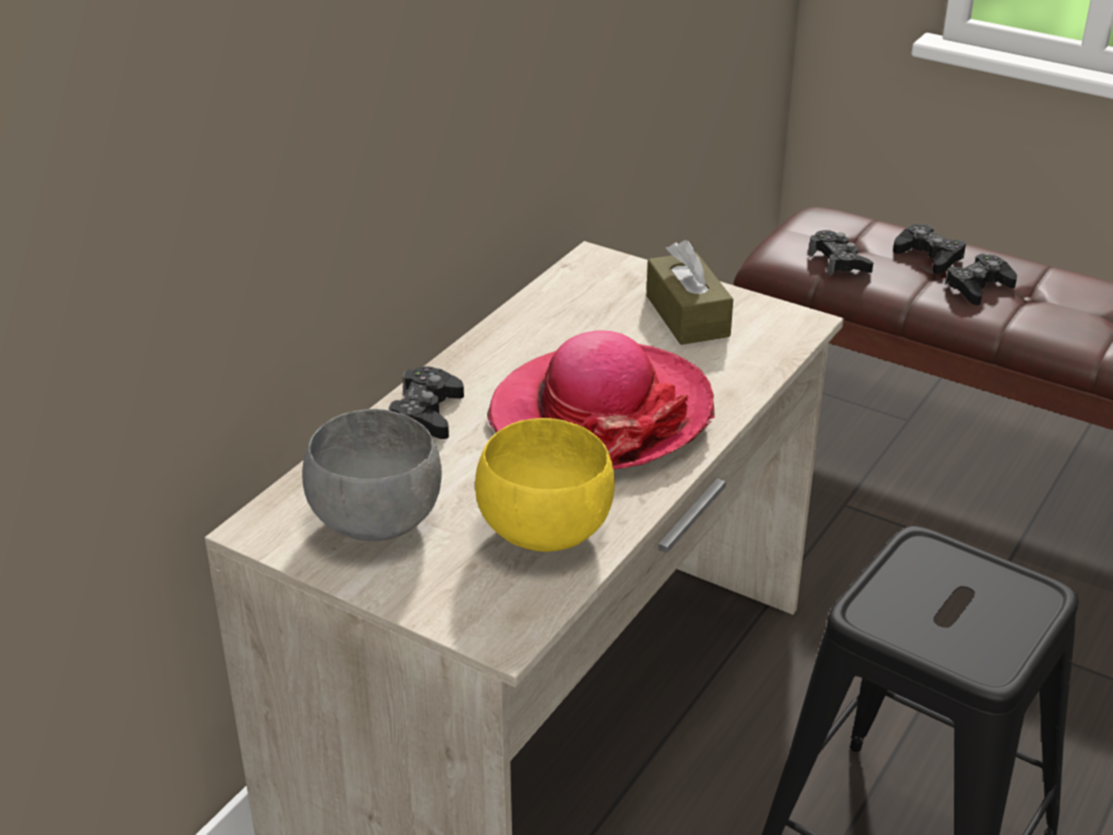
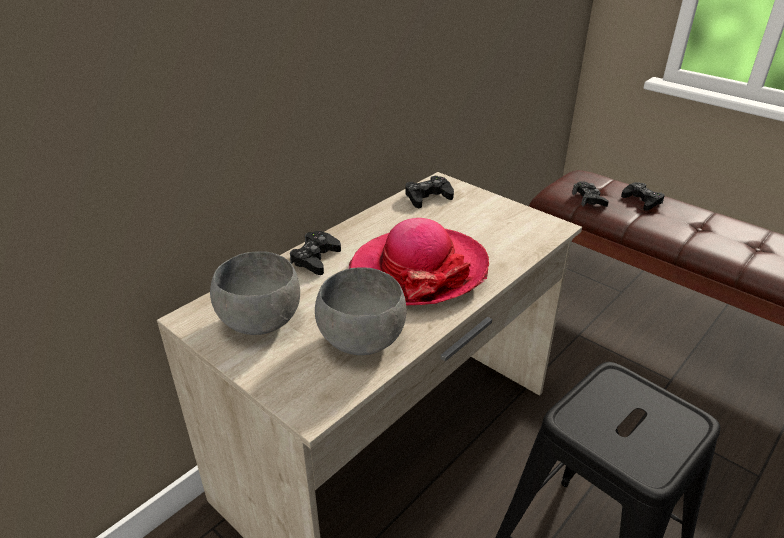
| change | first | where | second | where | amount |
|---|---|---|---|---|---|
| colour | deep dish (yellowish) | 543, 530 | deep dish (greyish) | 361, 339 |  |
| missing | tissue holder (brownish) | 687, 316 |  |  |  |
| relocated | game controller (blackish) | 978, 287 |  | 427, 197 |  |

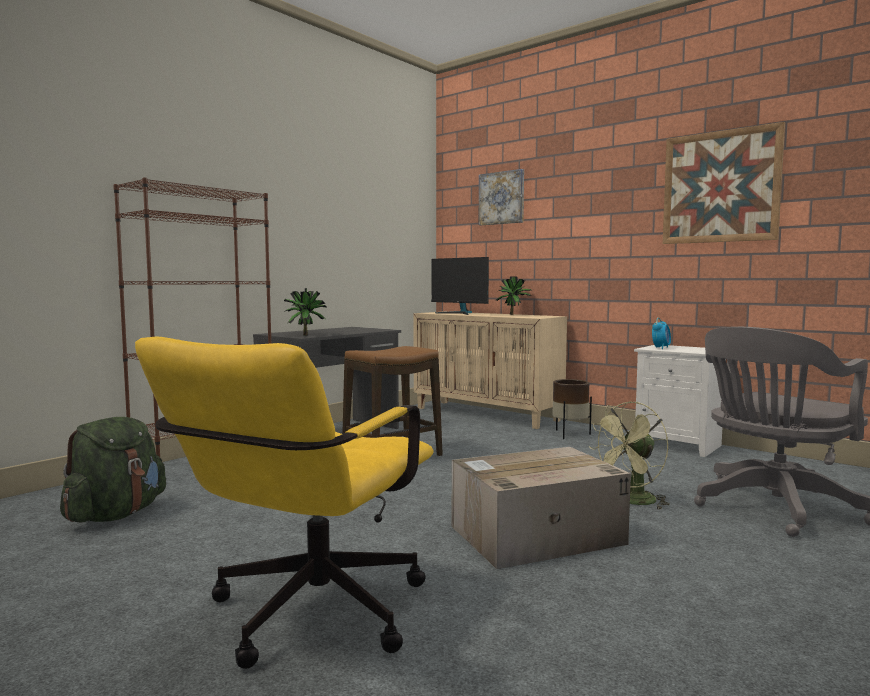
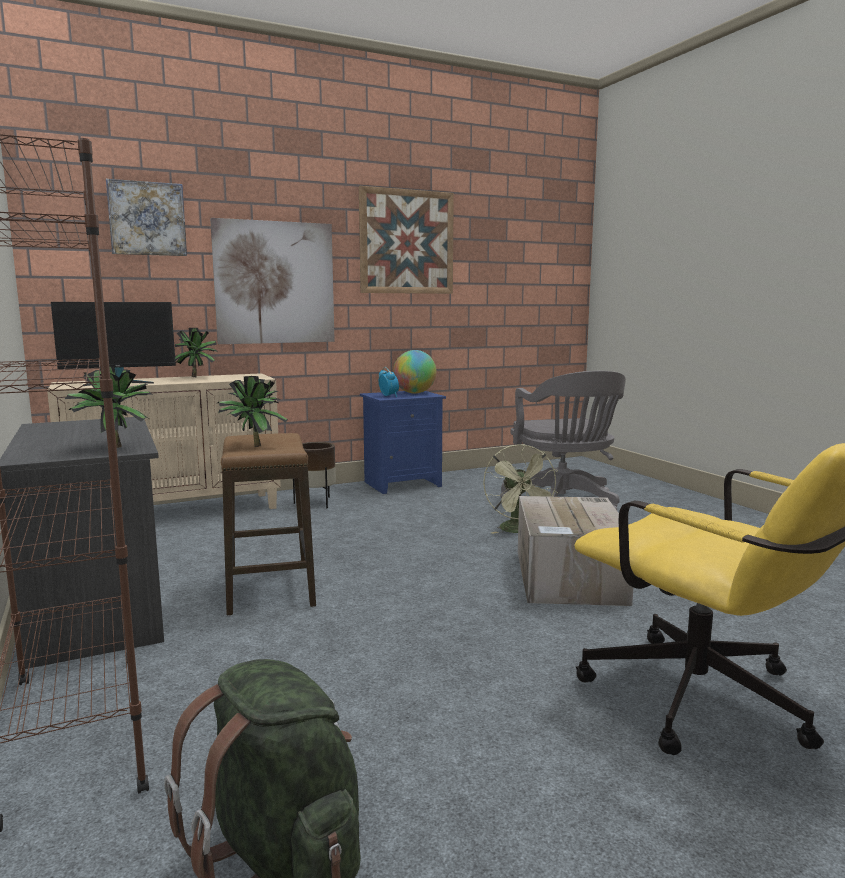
| change | first | where | second | where | amount |
|---|---|---|---|---|---|
| colour | bedside table (white) | 679, 445 | bedside table (blue) | 403, 483 |  |
| appeared |  |  | picture | 275, 283 |  |
| appeared |  |  | plant in a pot | 252, 446 |  |
| appeared |  |  | globe | 414, 393 |  |

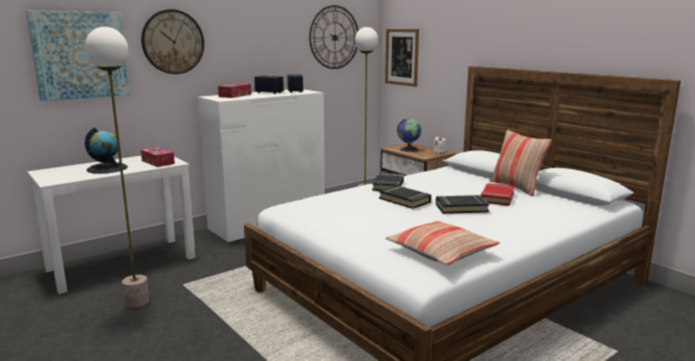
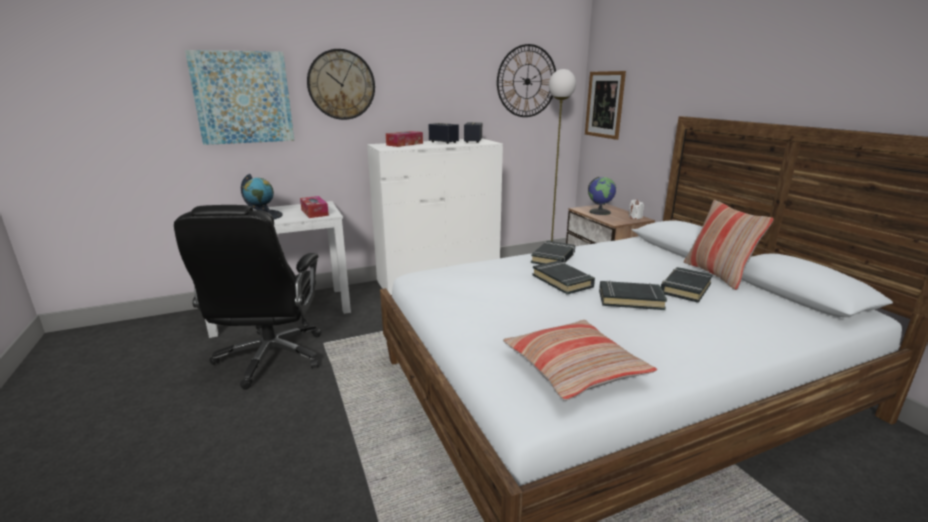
| change | first | where | second | where | amount |
|---|---|---|---|---|---|
| exchanged | standard lamp | 136, 302 | office chair (blackish) | 270, 358 |  |
| colour | bound book (red-coloured) | 497, 198 | bound book (blackish) | 685, 288 |  |

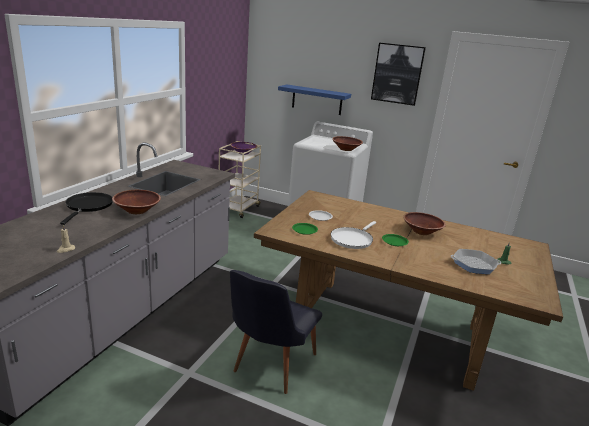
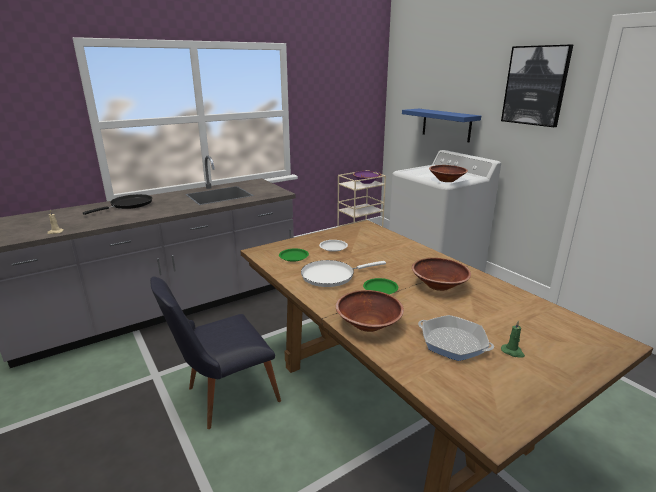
| change | first | where | second | where | amount |
|---|---|---|---|---|---|
| relocated | deep dish (brownish) | 137, 210 |  | 368, 324 |  |

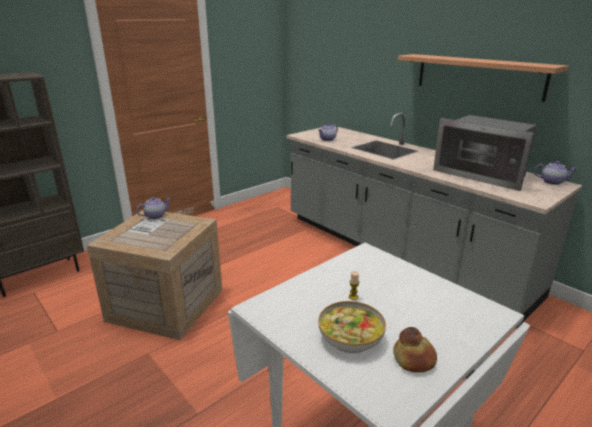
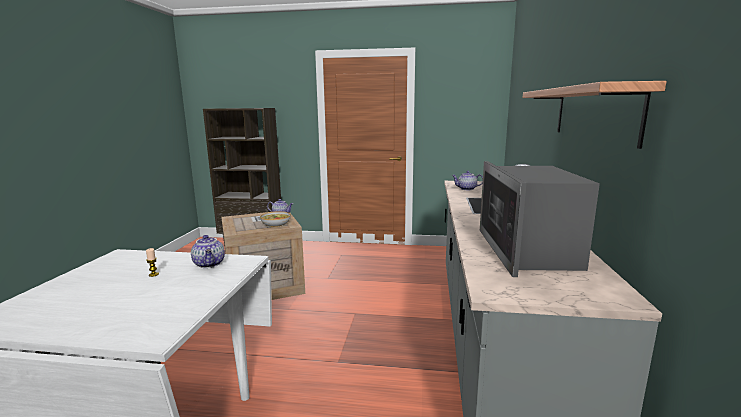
| change | first | where | second | where | amount |
|---|---|---|---|---|---|
| relocated | deep dish | 351, 338 |  | 276, 224 |  |
| missing | bakery bread | 414, 359 |  |  |  |
| relocated | tea pot | 552, 182 |  | 210, 264 |  |

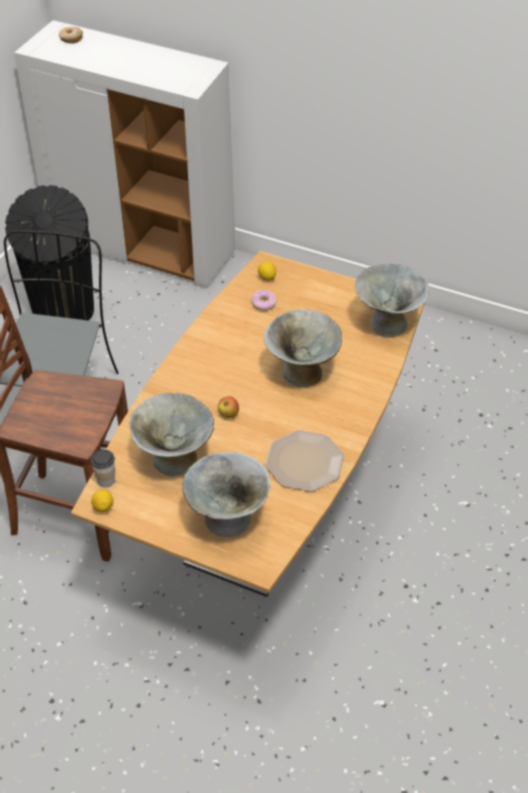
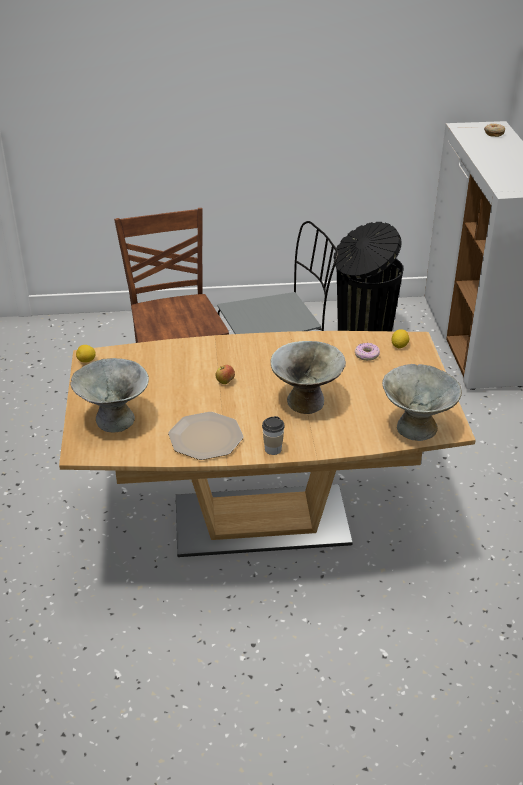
| change | first | where | second | where | amount |
|---|---|---|---|---|---|
| relocated | small cup | 106, 480 |  | 273, 449 |  |
| missing | deep dish (greyish) | 174, 459 |  |  |  |

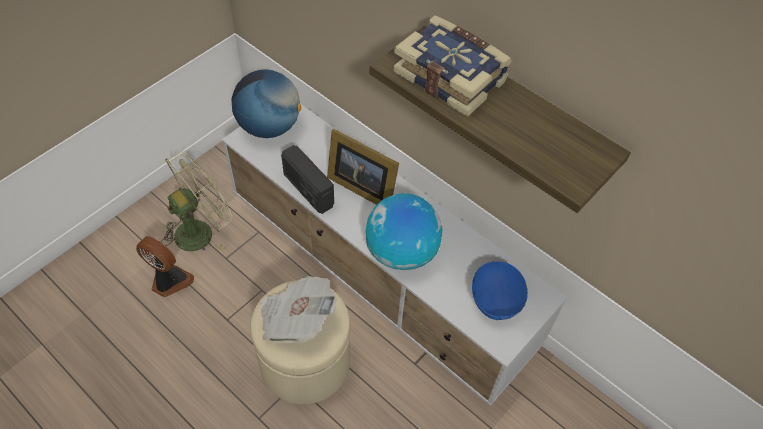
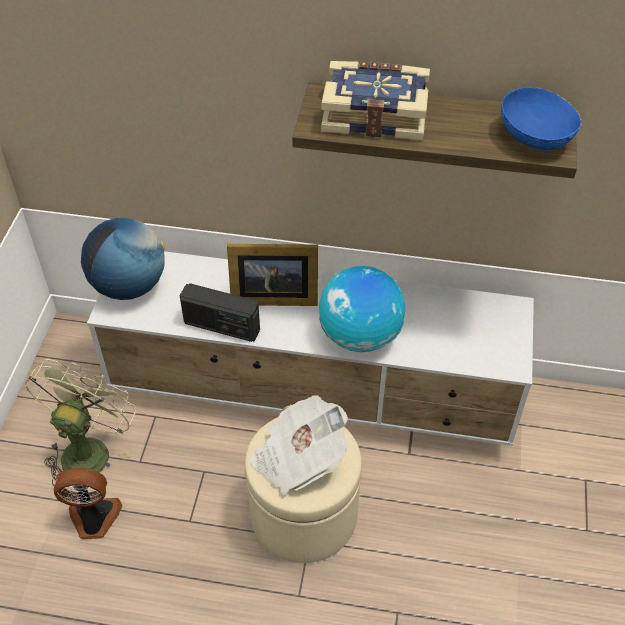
| change | first | where | second | where | amount |
|---|---|---|---|---|---|
| relocated | deep dish (blue) | 496, 300 |  | 536, 138 |  |

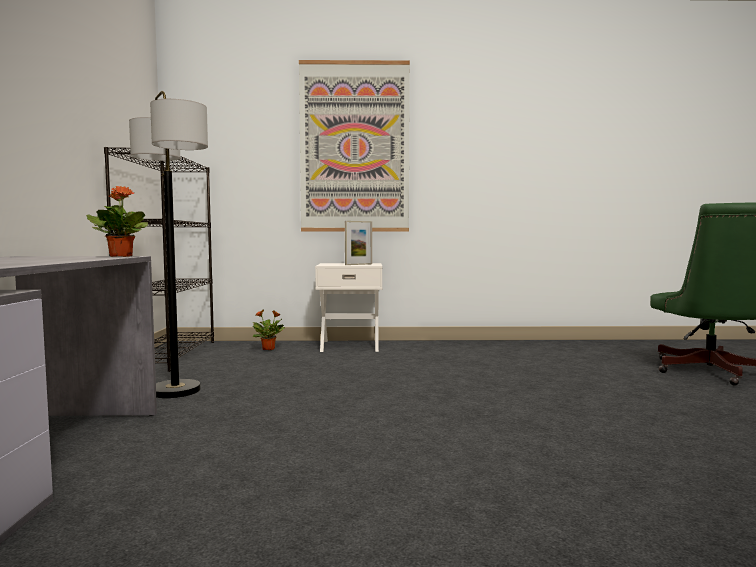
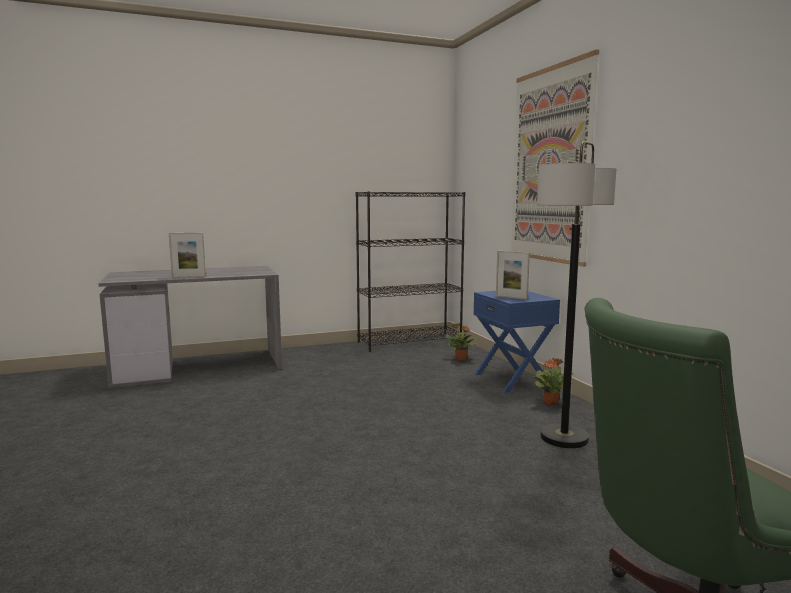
| change | first | where | second | where | amount |
|---|---|---|---|---|---|
| relocated | plant in a pot | 121, 256 |  | 551, 402 |  |
| relocated | standard lamp | 175, 391 |  | 563, 438 |  |
| colour | bedside table (white) | 350, 345 | bedside table (blue) | 513, 379 |  |
| appeared |  |  | standing frame | 188, 277 |  |

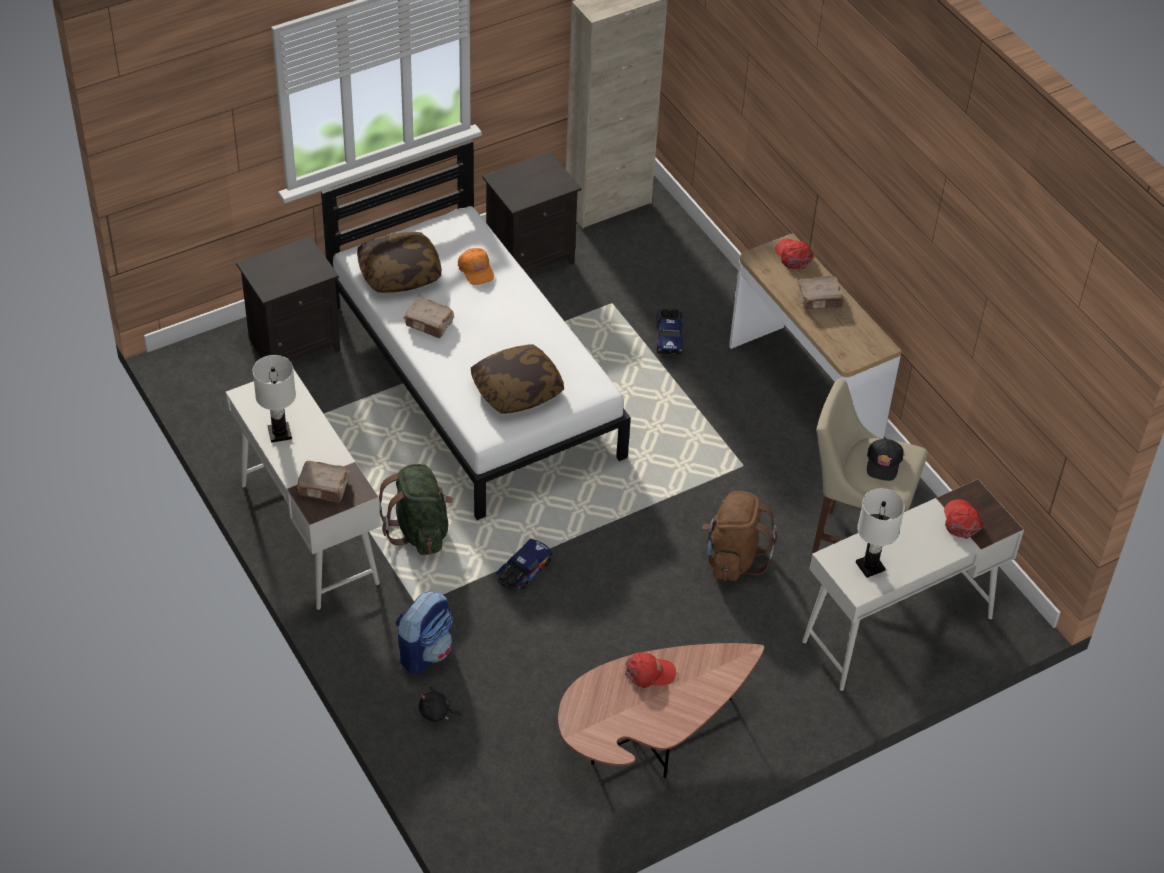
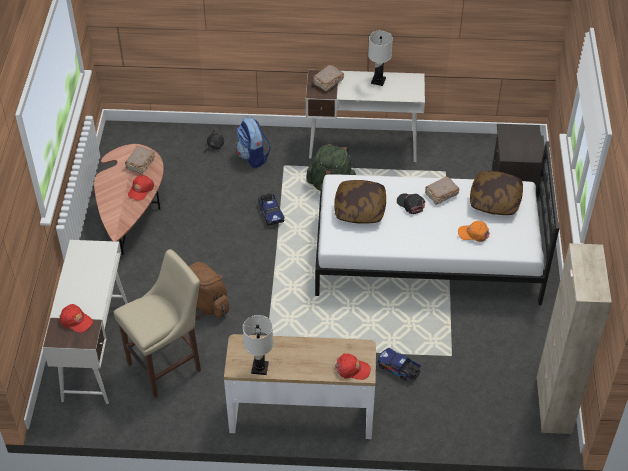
| change | first | where | second | where | amount |
|---|---|---|---|---|---|
| missing | bedside table (blackish) | 530, 256 |  |  |  |
| relocated | bound book (brownish) | 819, 299 |  | 140, 164 |  |
| relocated | tabletop lamp (white) | 869, 566 |  | 260, 368 |  |
| relocated | cap (blackish) | 883, 463 |  | 410, 204 |  |

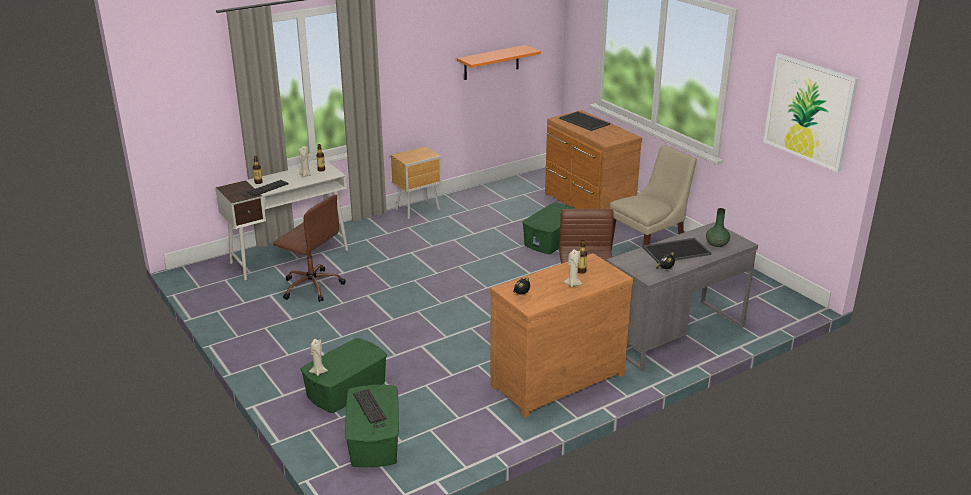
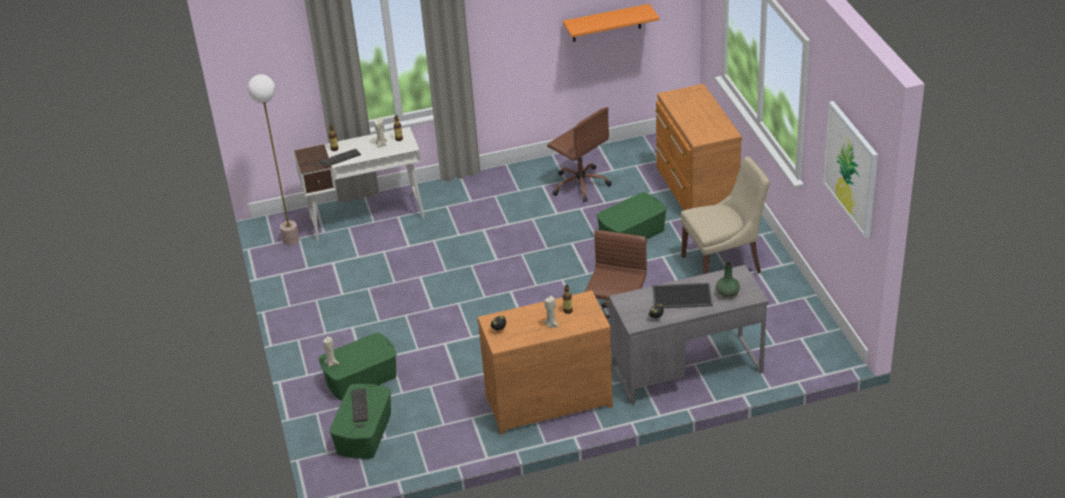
| change | first | where | second | where | amount |
|---|---|---|---|---|---|
| relocated | office chair (brownish) | 311, 286 |  | 580, 184 |  |
| missing | bedside table (brownish) | 419, 210 |  |  |  |
| missing | tray | 585, 121 |  |  |  |
| appeared |  |  | standard lamp | 291, 240 |  |

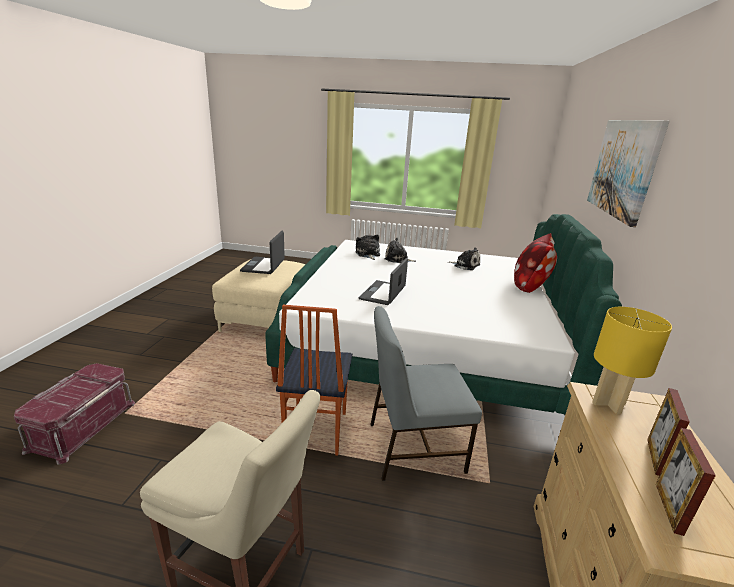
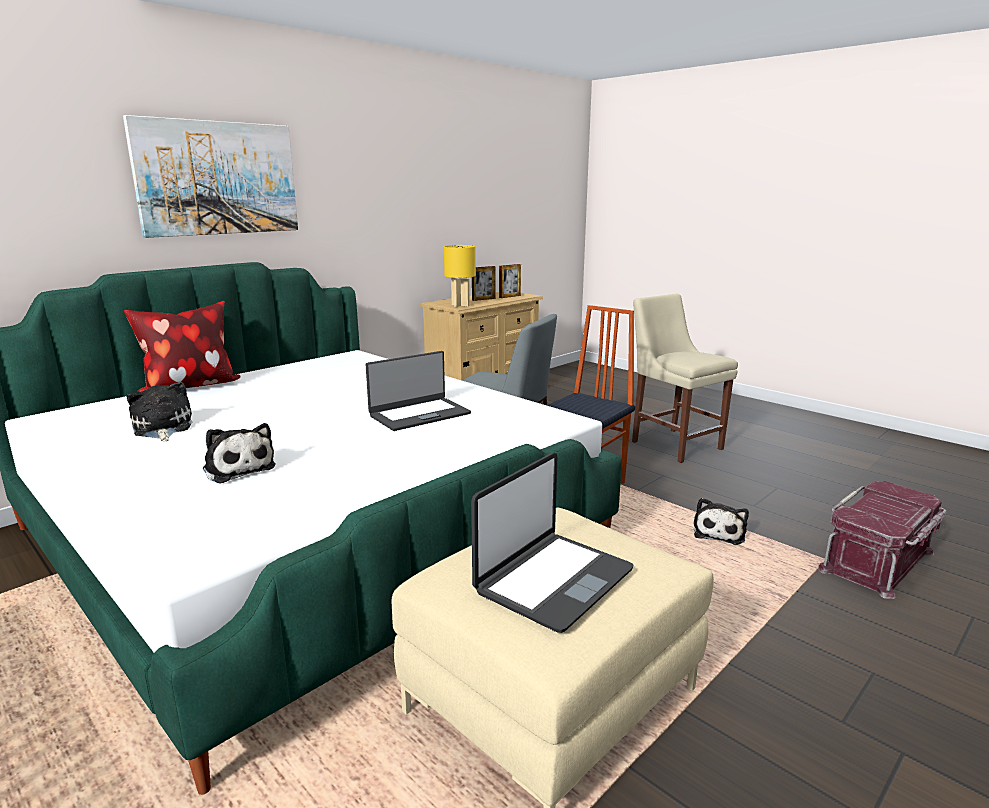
| change | first | where | second | where | amount |
|---|---|---|---|---|---|
| relocated | plush toy | 368, 254 |  | 719, 532 |  |

